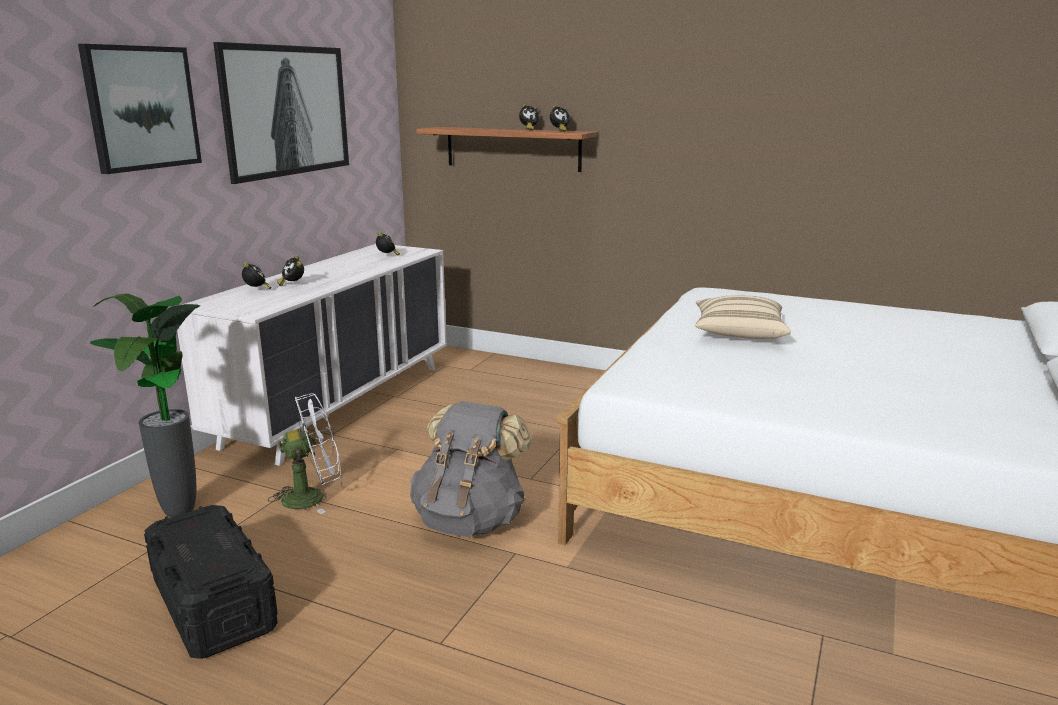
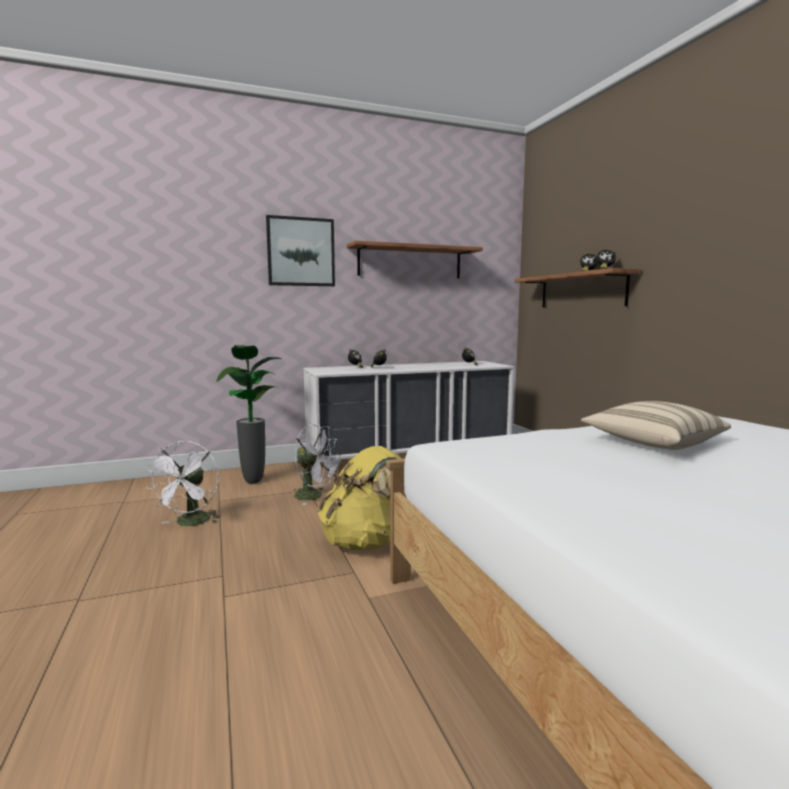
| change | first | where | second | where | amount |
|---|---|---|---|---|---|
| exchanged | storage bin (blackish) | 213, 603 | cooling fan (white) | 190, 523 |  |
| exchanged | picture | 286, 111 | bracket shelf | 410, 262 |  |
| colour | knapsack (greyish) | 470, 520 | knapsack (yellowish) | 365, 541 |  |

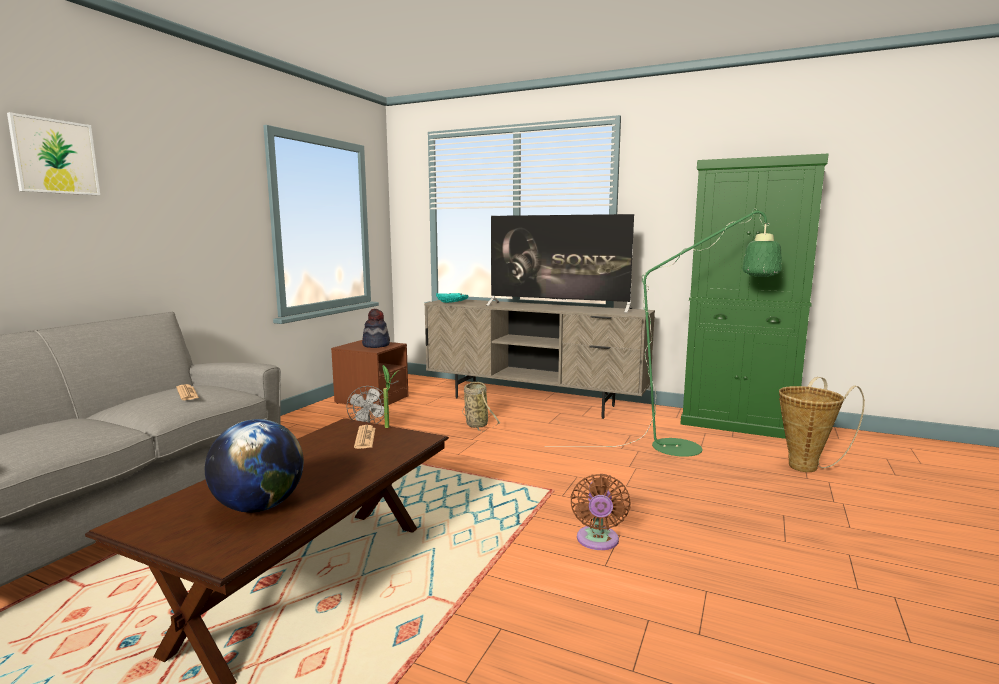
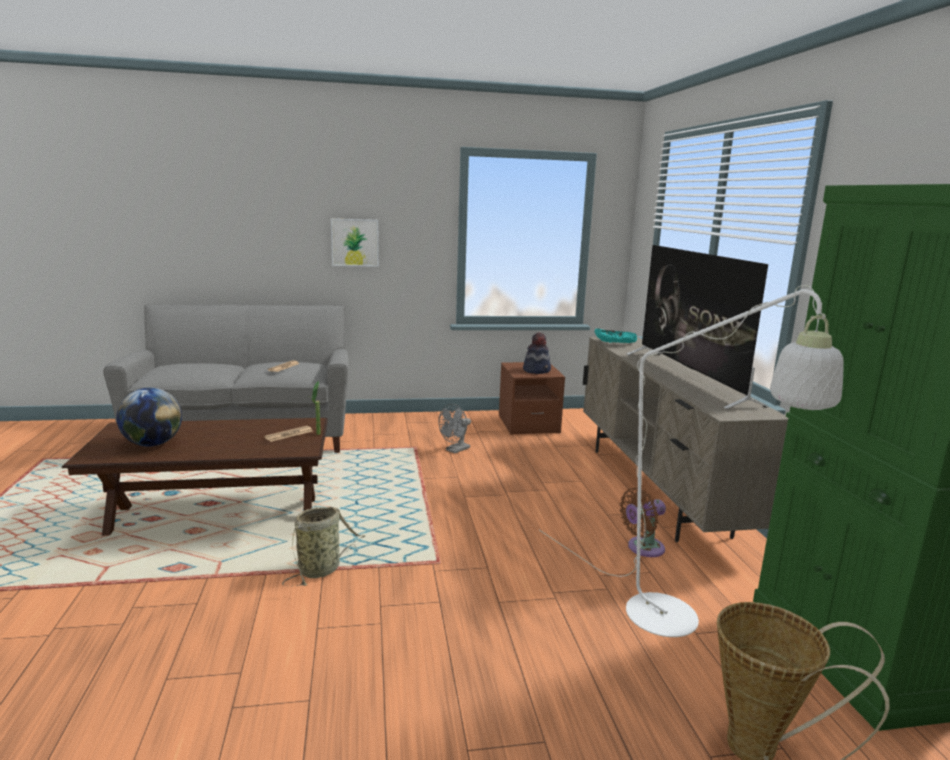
| change | first | where | second | where | amount |
|---|---|---|---|---|---|
| relocated | picture | 55, 156 |  | 355, 242 |  |
| relocated | basket | 476, 424 |  | 321, 569 |  |
| colour | standard lamp (green) | 690, 447 | standard lamp (white) | 677, 624 |  |
| relocated | cooling fan (brownish) | 597, 541 |  | 642, 548 |  |

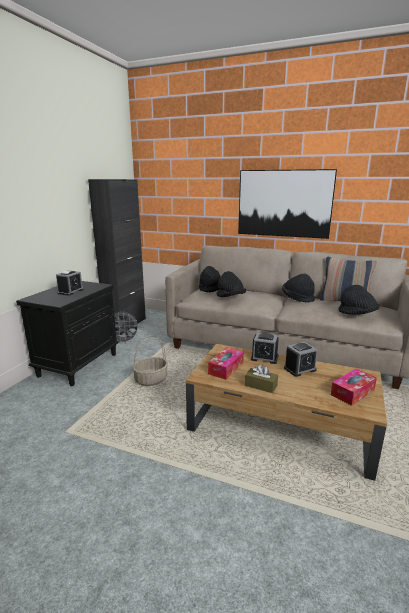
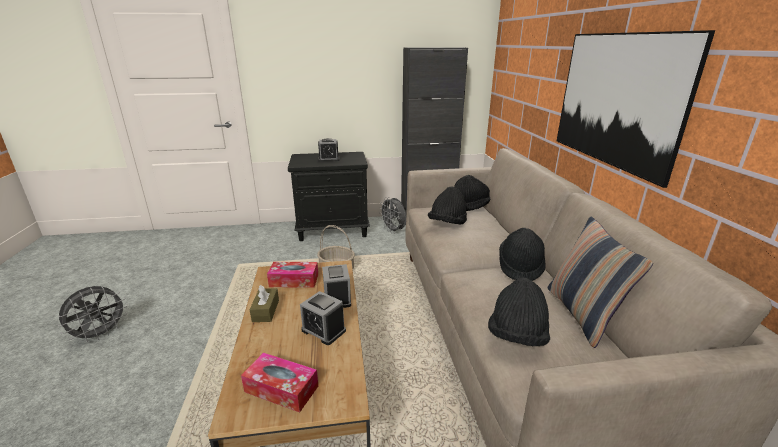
| change | first | where | second | where | amount |
|---|---|---|---|---|---|
| appeared |  |  | cooling fan (greyish) | 101, 334 |  |

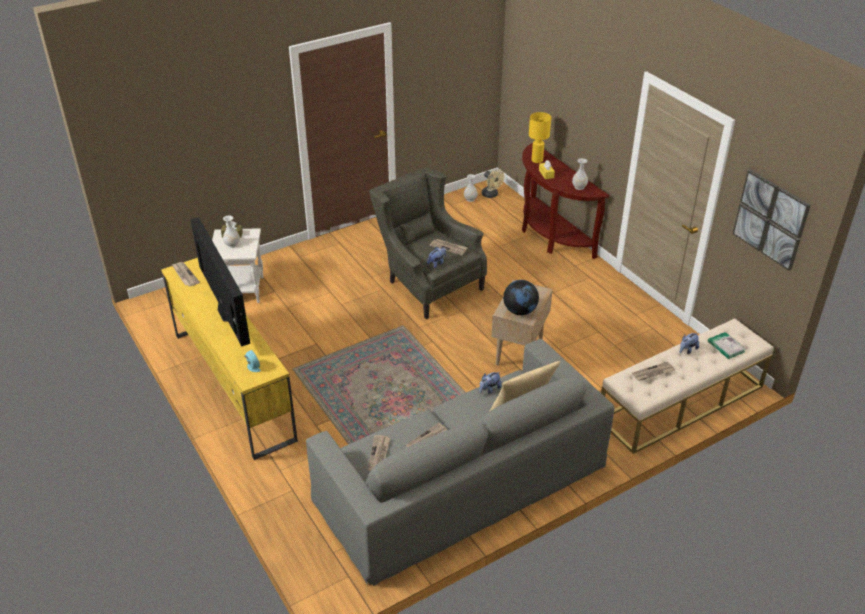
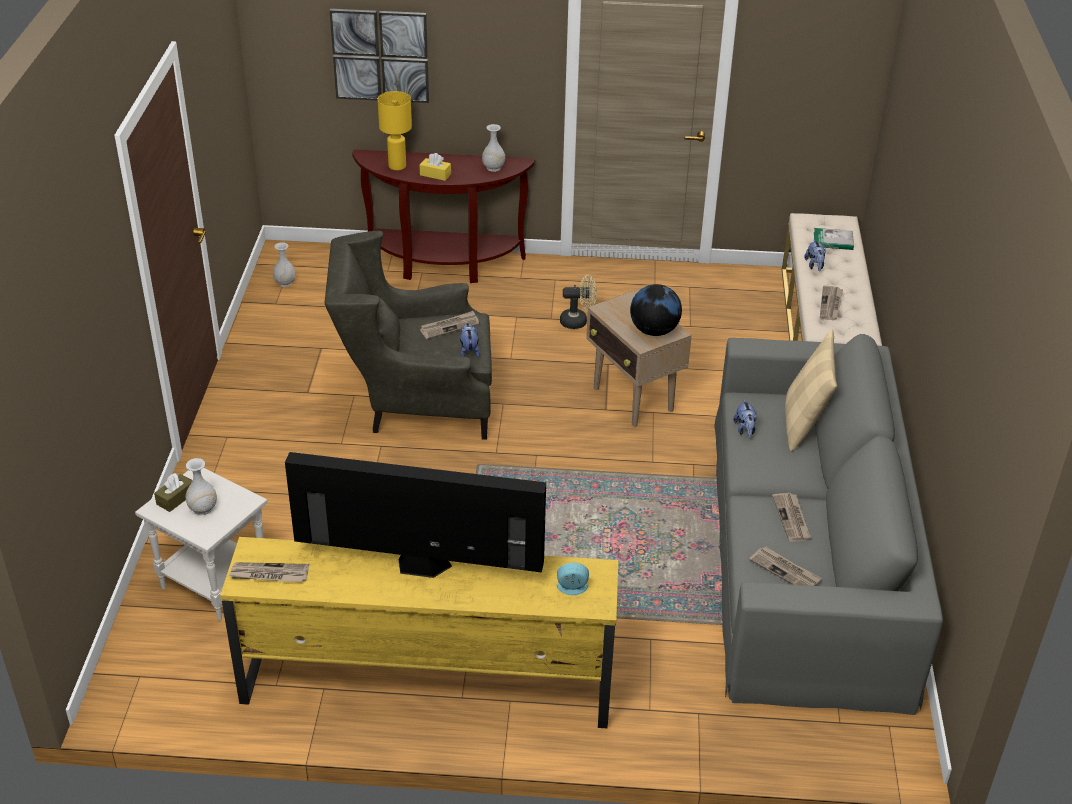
| change | first | where | second | where | amount |
|---|---|---|---|---|---|
| relocated | cooling fan (sand-coloured) | 491, 195 |  | 578, 321 |  |
| relocated | picture | 770, 219 |  | 380, 55 |  |

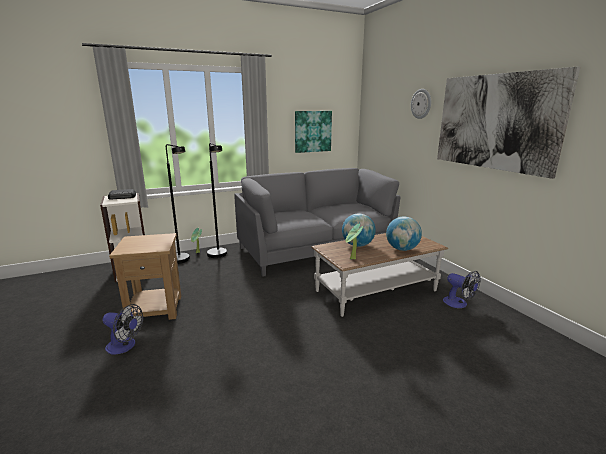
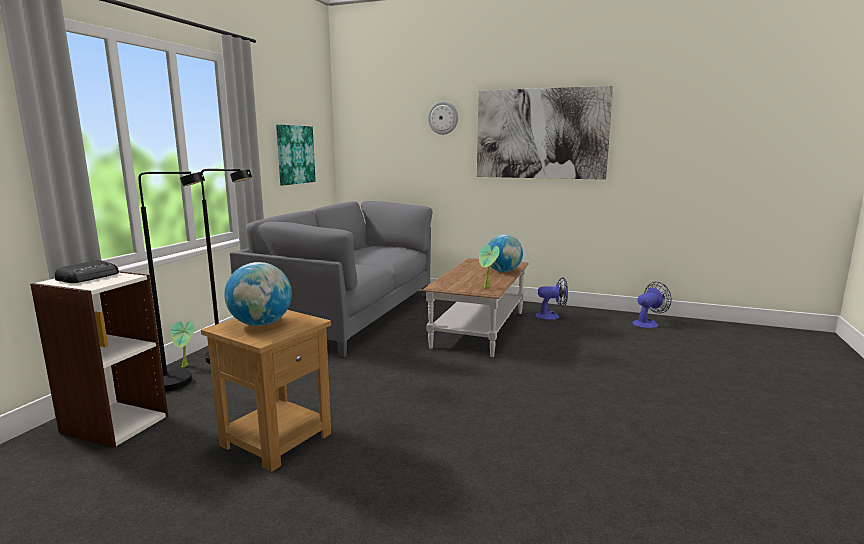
| change | first | where | second | where | amount |
|---|---|---|---|---|---|
| relocated | cooling fan | 125, 346 |  | 648, 323 |  |
| relocated | globe | 357, 245 |  | 261, 324 |  |

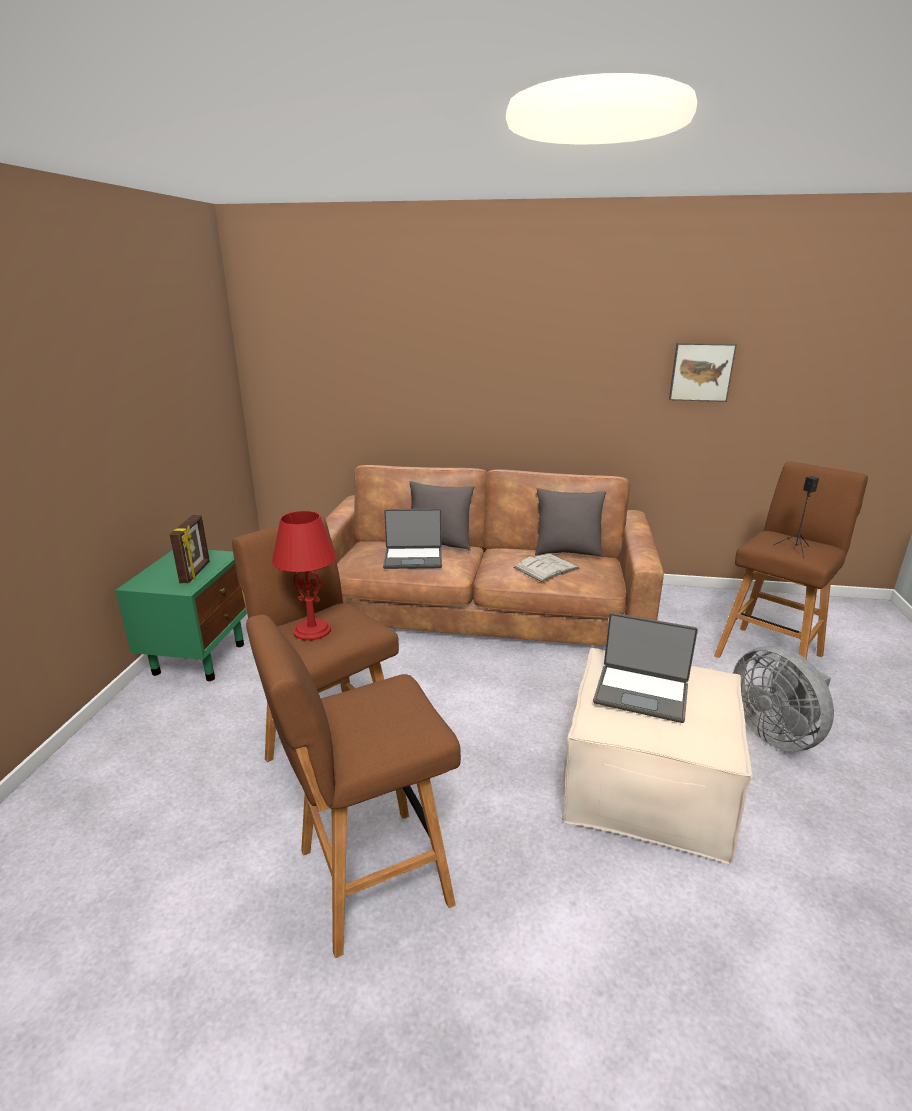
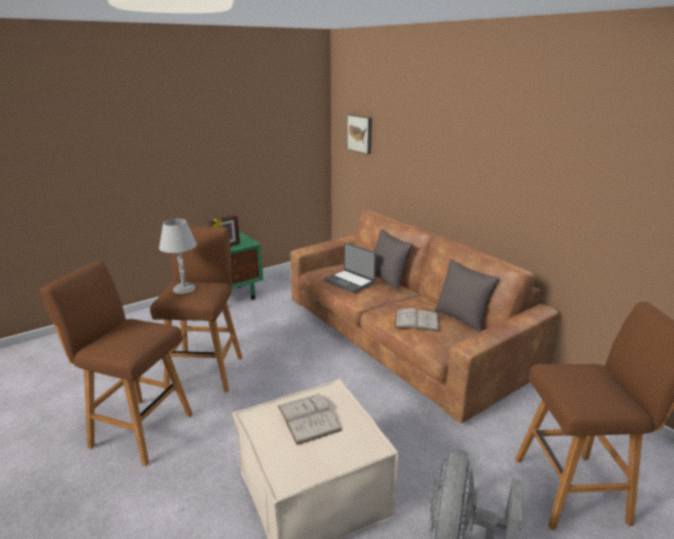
| change | first | where | second | where | amount |
|---|---|---|---|---|---|
| colour | tabletop lamp (red-coloured) | 312, 630 | tabletop lamp (greyish) | 184, 289 |  |
| exchanged | laptop | 641, 693 | bound book (white) | 308, 418 |  |
| relocated | picture | 701, 372 |  | 360, 133 |  |
| missing | speaker (blackish) | 795, 550 |  |  |  |

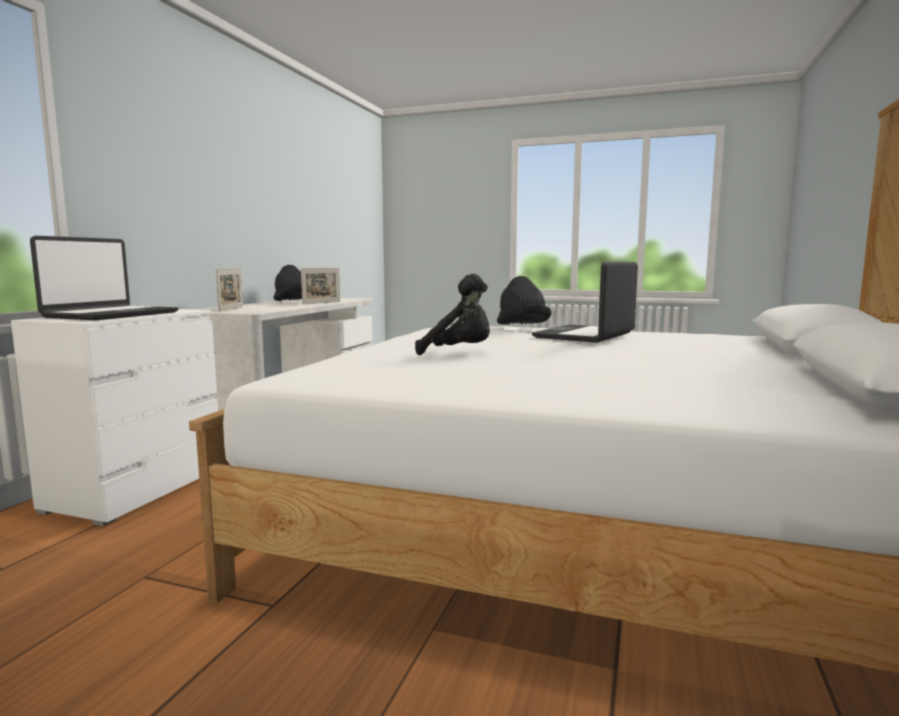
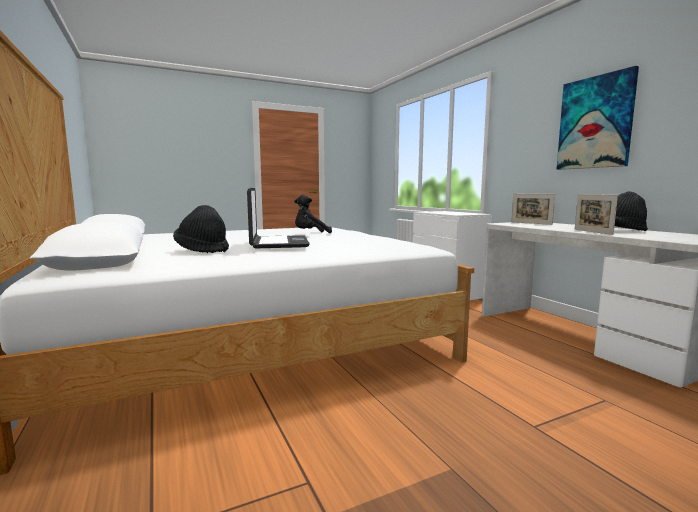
| change | first | where | second | where | amount |
|---|---|---|---|---|---|
| missing | laptop | 111, 315 |  |  |  |
| relocated | hat (blackish) | 522, 327 |  | 202, 250 |  |
| appeared |  |  | picture | 595, 123 |  |

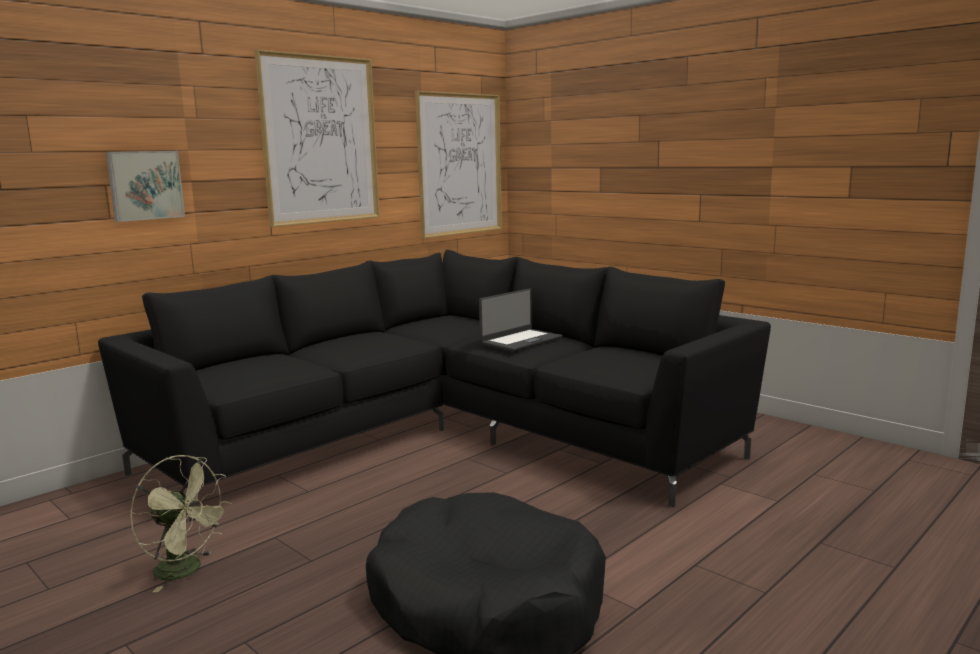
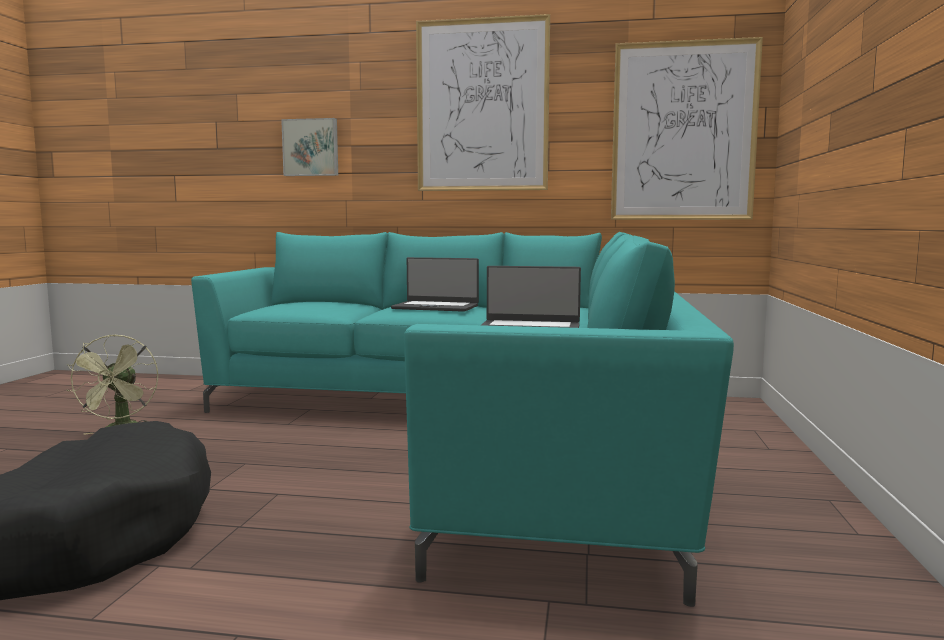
| change | first | where | second | where | amount |
|---|---|---|---|---|---|
| colour | settee (blackish) | 443, 435 | settee (blue-green) | 473, 430 |  |
| appeared |  |  | laptop | 435, 307 |  |

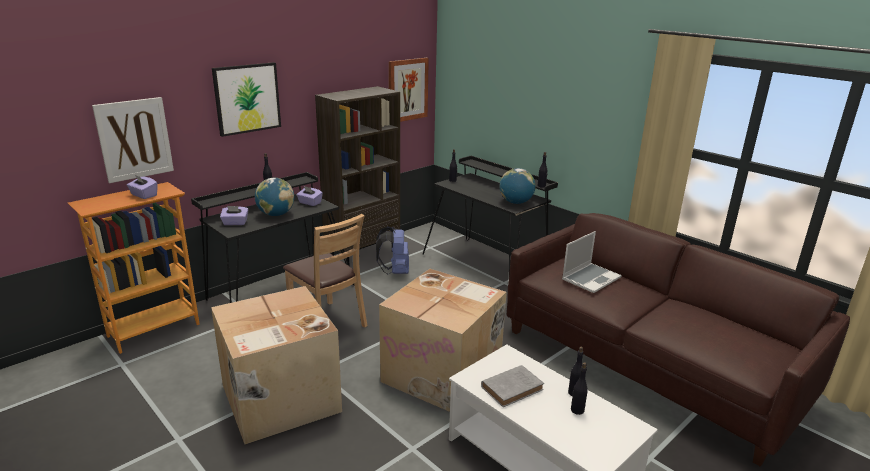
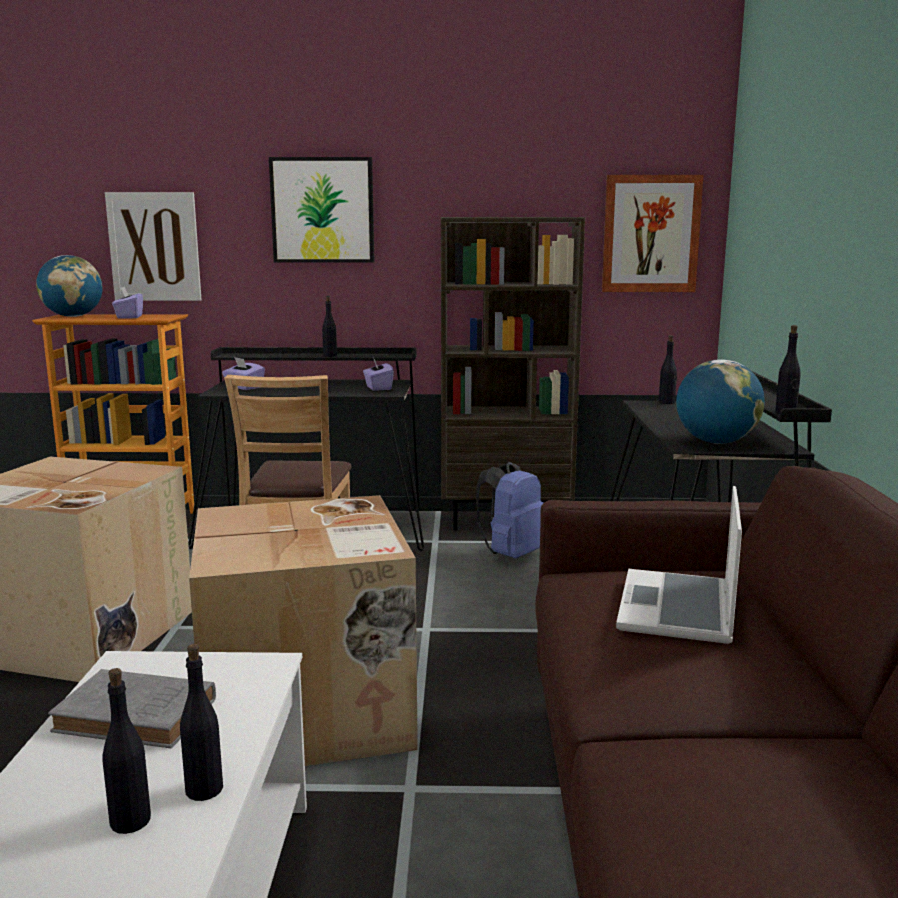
| change | first | where | second | where | amount |
|---|---|---|---|---|---|
| relocated | globe | 276, 214 |  | 73, 316 |  |
| spun | laptop | 591, 278 |  | 678, 610 | 105 degrees clockwise |

